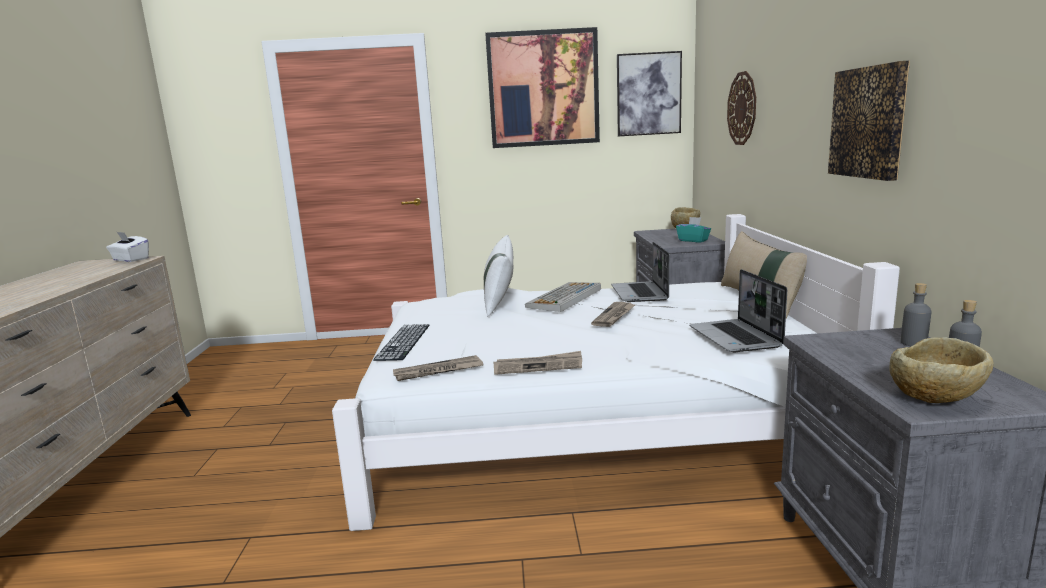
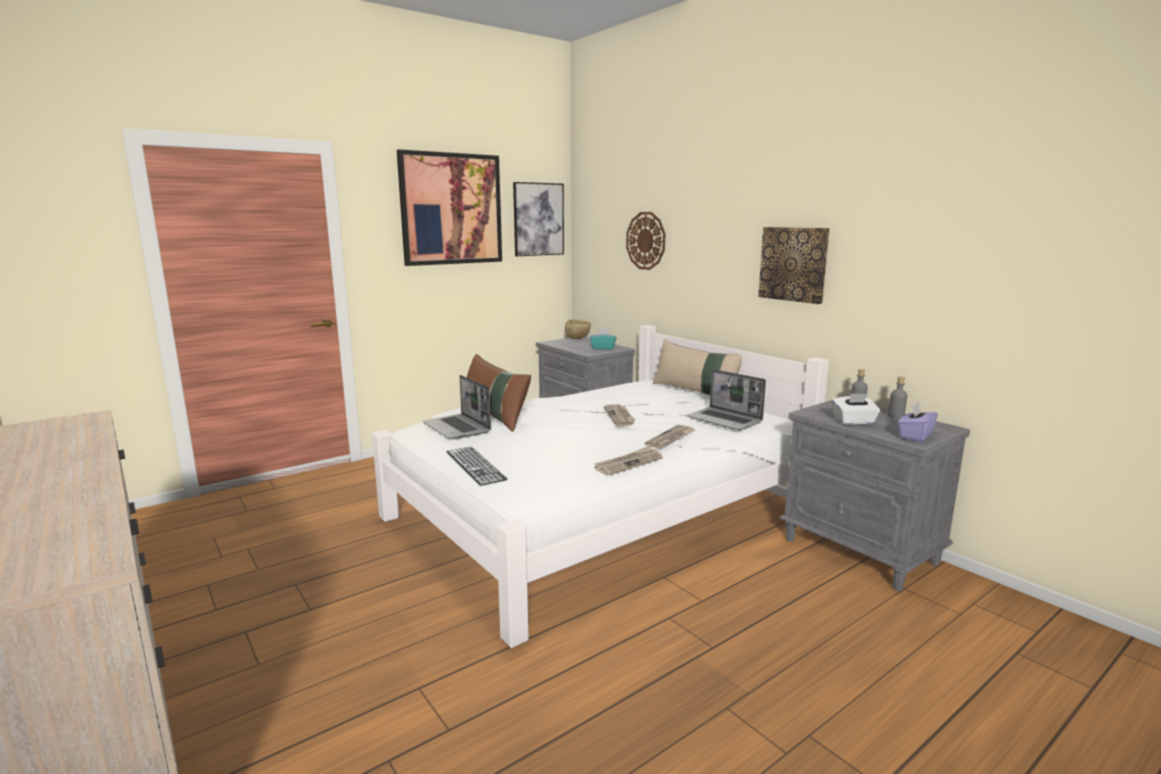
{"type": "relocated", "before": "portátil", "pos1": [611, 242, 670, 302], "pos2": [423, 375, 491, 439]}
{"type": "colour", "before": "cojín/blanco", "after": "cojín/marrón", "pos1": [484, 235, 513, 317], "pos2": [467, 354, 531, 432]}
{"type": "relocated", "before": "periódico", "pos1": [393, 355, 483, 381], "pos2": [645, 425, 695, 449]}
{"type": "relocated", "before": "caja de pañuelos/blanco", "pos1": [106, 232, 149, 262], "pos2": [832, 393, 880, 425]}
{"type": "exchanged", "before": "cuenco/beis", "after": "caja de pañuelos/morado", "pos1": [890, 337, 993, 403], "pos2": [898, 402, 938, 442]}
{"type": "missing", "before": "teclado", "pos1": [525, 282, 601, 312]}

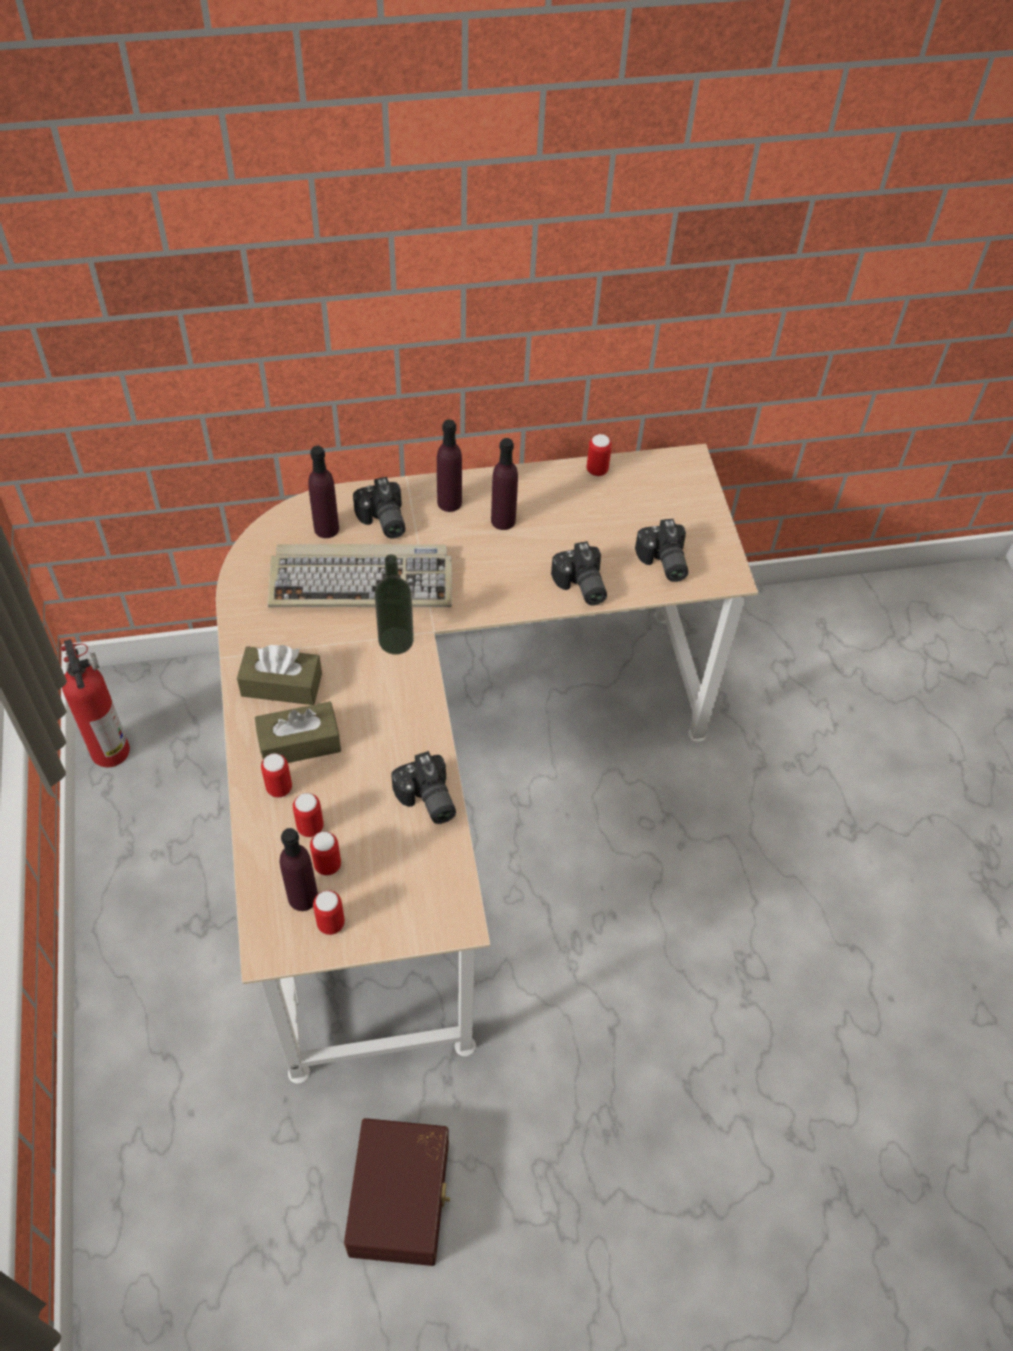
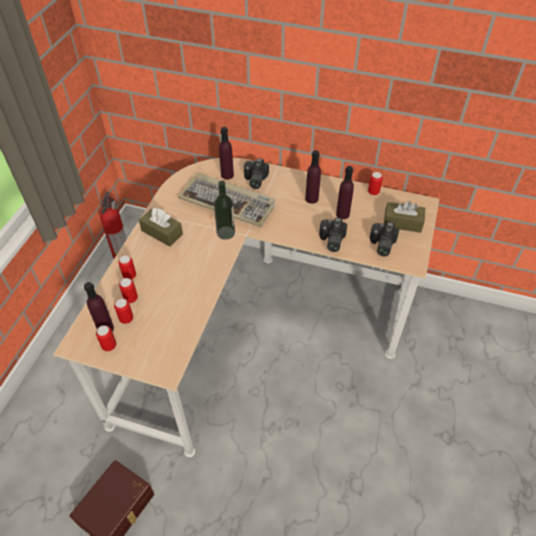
{"type": "relocated", "before": "botella/morado", "pos1": [437, 419, 462, 512], "pos2": [336, 166, 354, 219]}
{"type": "relocated", "before": "caja de pañuelos/marrón", "pos1": [255, 702, 341, 763], "pos2": [384, 201, 425, 233]}
{"type": "missing", "before": "cámara", "pos1": [392, 751, 456, 824]}

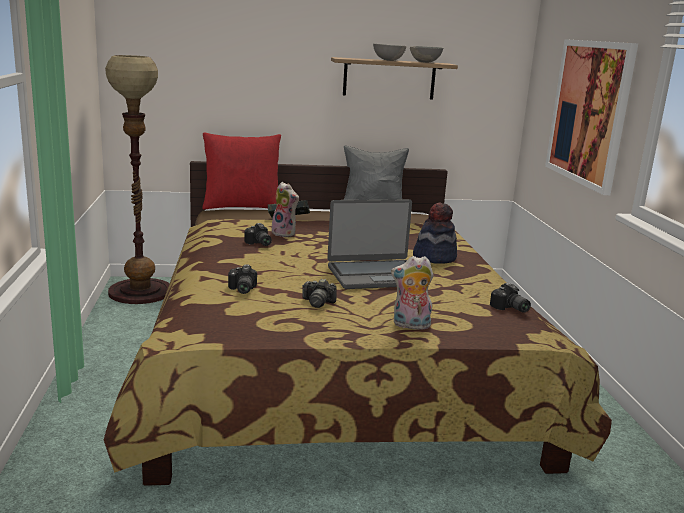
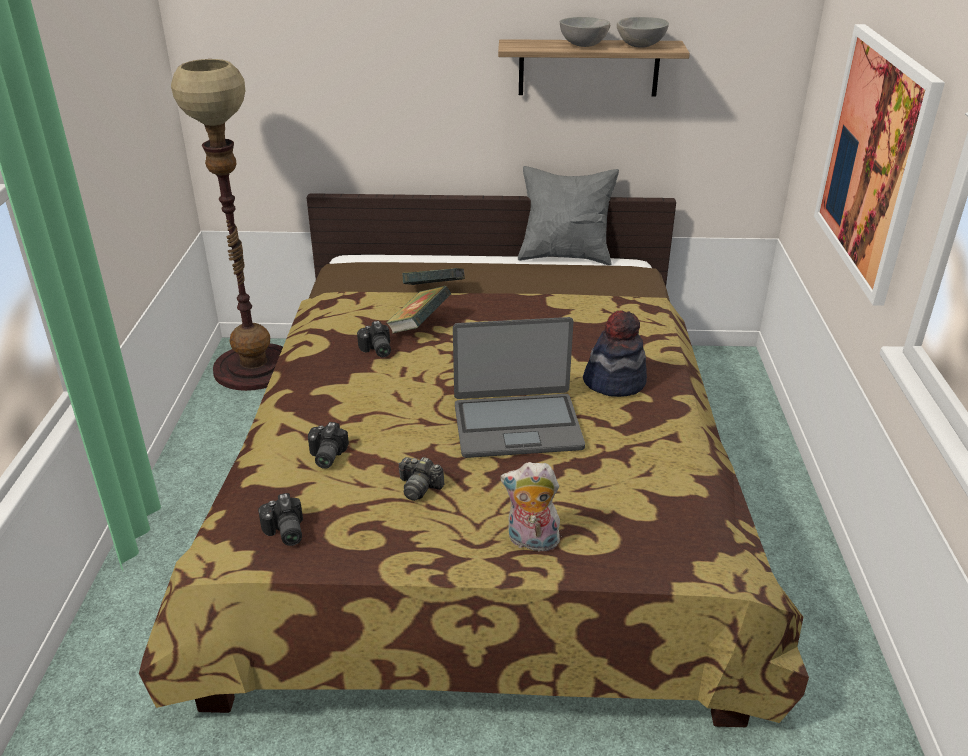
{"type": "relocated", "before": "cámara", "pos1": [490, 283, 531, 313], "pos2": [258, 493, 303, 546]}
{"type": "exchanged", "before": "peluche", "after": "libro", "pos1": [272, 182, 299, 237], "pos2": [385, 286, 451, 334]}
{"type": "missing", "before": "cojín/rojo", "pos1": [202, 133, 281, 209]}

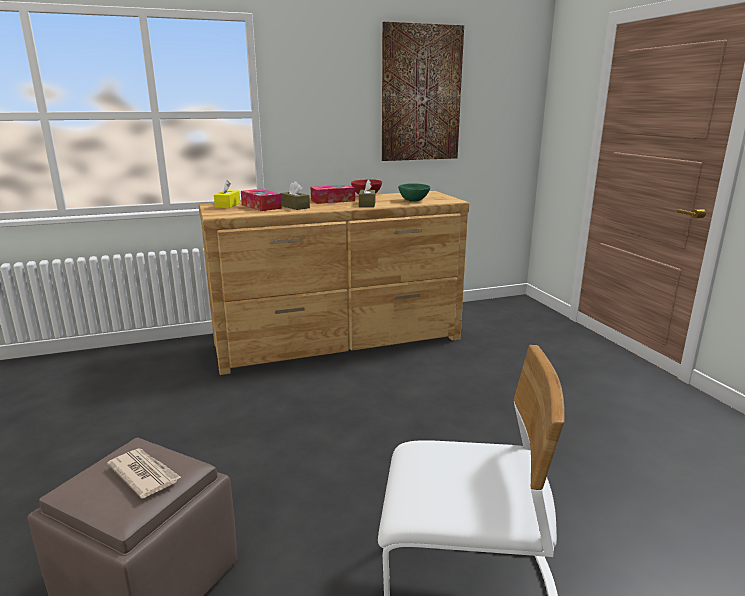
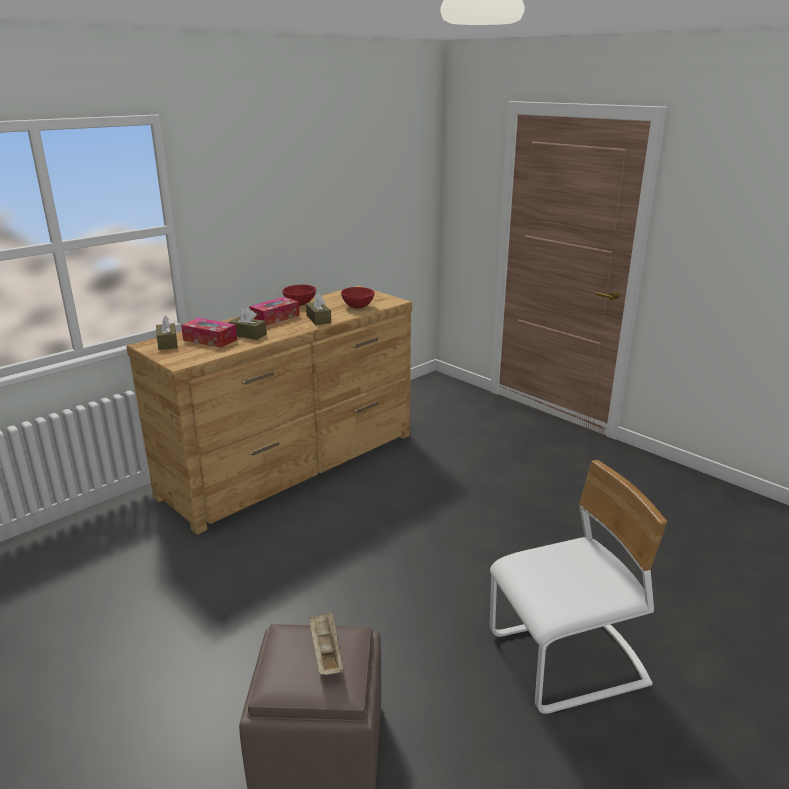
{"type": "colour", "before": "caja de pañuelos/amarillo", "after": "caja de pañuelos/marrón", "pos1": [214, 180, 240, 208], "pos2": [156, 315, 178, 350]}
{"type": "exchanged", "before": "periódico", "after": "bandeja/beis", "pos1": [107, 448, 181, 499], "pos2": [309, 612, 343, 675]}
{"type": "colour", "before": "cuenco/verde", "after": "cuenco/rojo", "pos1": [398, 183, 430, 202], "pos2": [341, 287, 375, 308]}
{"type": "missing", "before": "cuadro", "pos1": [382, 22, 464, 161]}

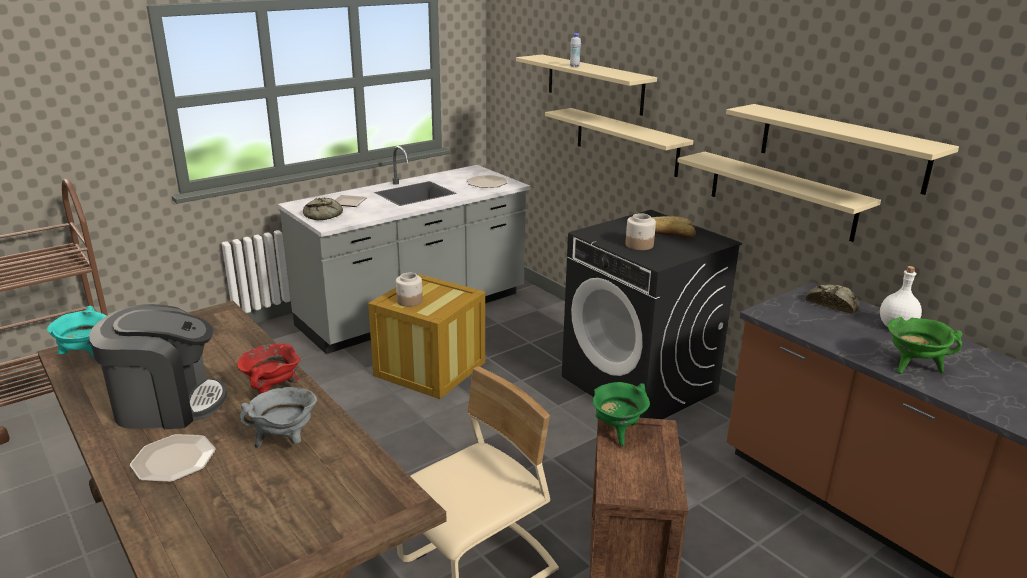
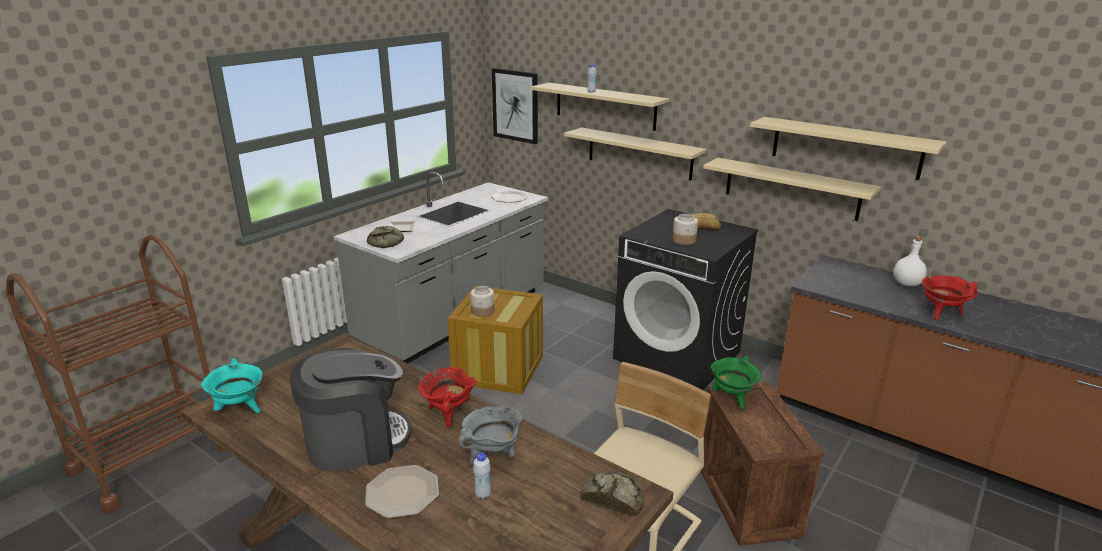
{"type": "appeared", "after": "botella/blanco", "pos2": [473, 452, 491, 500]}
{"type": "appeared", "after": "cuadro", "pos2": [492, 68, 538, 144]}
{"type": "relocated", "before": "pan", "pos1": [806, 285, 859, 314], "pos2": [580, 471, 644, 517]}
{"type": "colour", "before": "olla/verde", "after": "olla/rojo", "pos1": [888, 317, 962, 374], "pos2": [922, 276, 978, 320]}

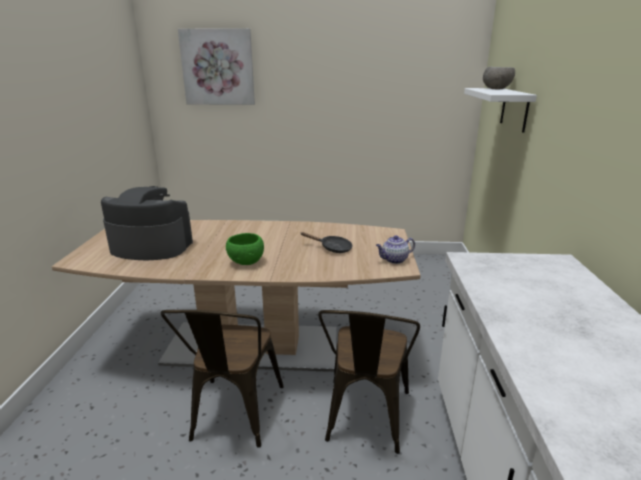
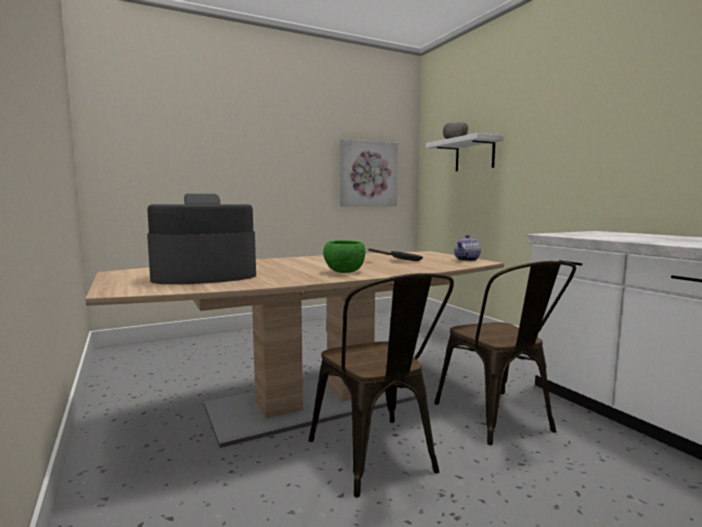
{"type": "relocated", "before": "cuadro", "pos1": [178, 28, 255, 105], "pos2": [340, 139, 398, 206]}

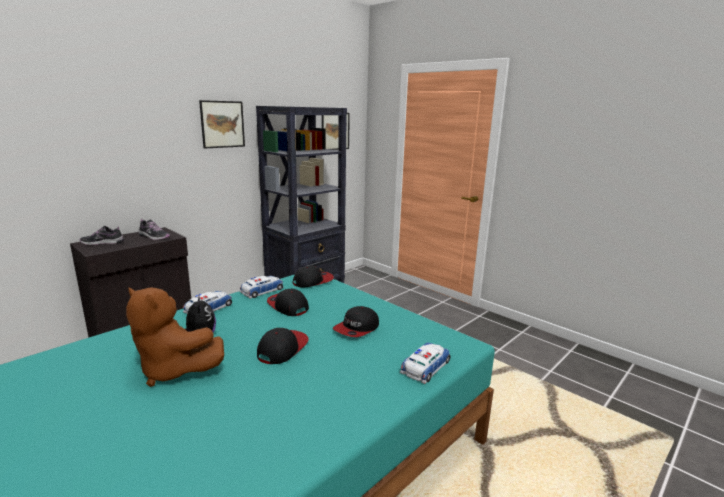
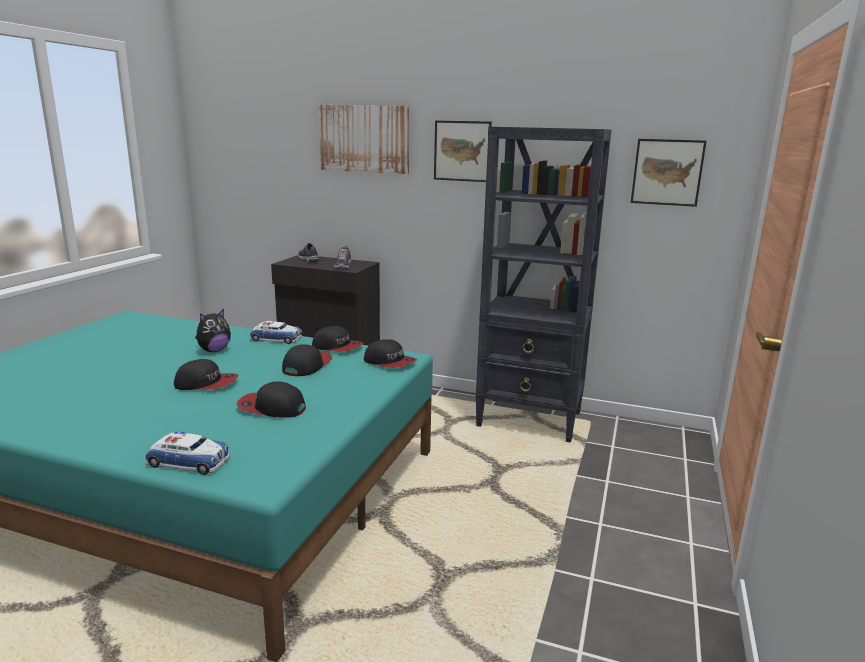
{"type": "exchanged", "before": "coche de juguete", "after": "gorra", "pos1": [240, 276, 283, 299], "pos2": [312, 326, 363, 352]}
{"type": "appeared", "after": "cuadro", "pos2": [319, 105, 410, 174]}
{"type": "missing", "before": "peluche/marrón", "pos1": [126, 287, 224, 387]}

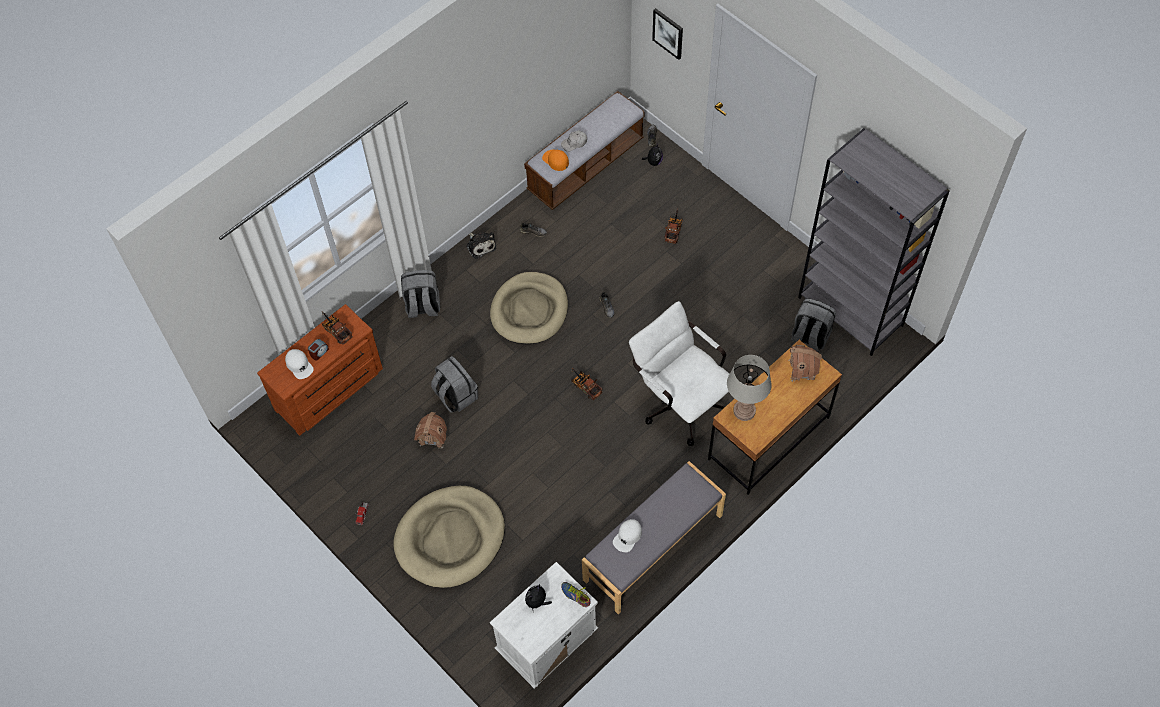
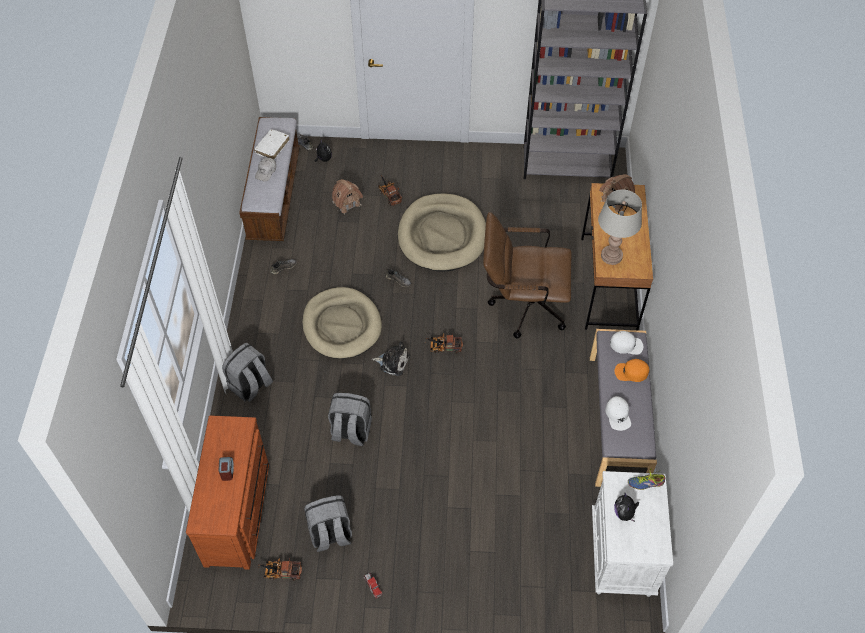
{"type": "appeared", "after": "libro/blanco", "pos2": [254, 129, 289, 160]}
{"type": "relocated", "before": "camión de juguete", "pos1": [322, 312, 353, 345], "pos2": [258, 558, 302, 581]}
{"type": "relocated", "before": "mochila/gris", "pos1": [791, 299, 836, 352], "pos2": [304, 496, 352, 552]}
{"type": "relocated", "before": "casita", "pos1": [414, 412, 447, 449], "pos2": [332, 179, 363, 214]}
{"type": "relocated", "before": "peluche", "pos1": [466, 232, 496, 259], "pos2": [372, 341, 410, 376]}
{"type": "relocated", "before": "cama para perro/beis", "pos1": [393, 486, 505, 588], "pos2": [398, 193, 486, 272]}
{"type": "colour", "before": "silla de oficina/blanco", "after": "silla de oficina/marrón", "pos1": [629, 301, 729, 446], "pos2": [483, 212, 572, 339]}
{"type": "relocated", "before": "gorra/blanco", "pos1": [285, 349, 314, 379], "pos2": [610, 331, 643, 355]}
{"type": "relocated", "before": "gorra/naranja", "pos1": [542, 149, 569, 171], "pos2": [614, 359, 649, 382]}
{"type": "missing", "before": "cuadro", "pos1": [652, 8, 683, 60]}

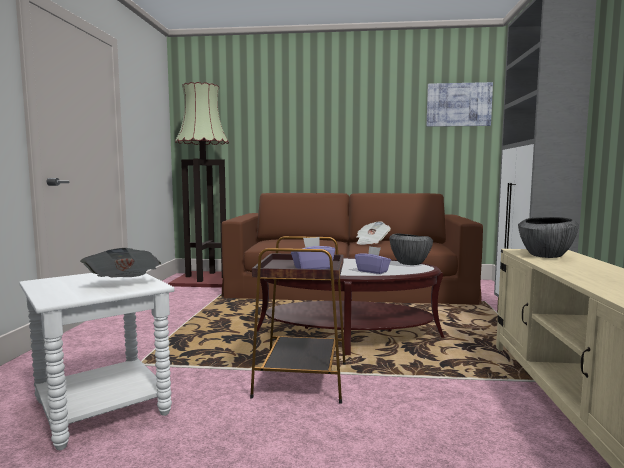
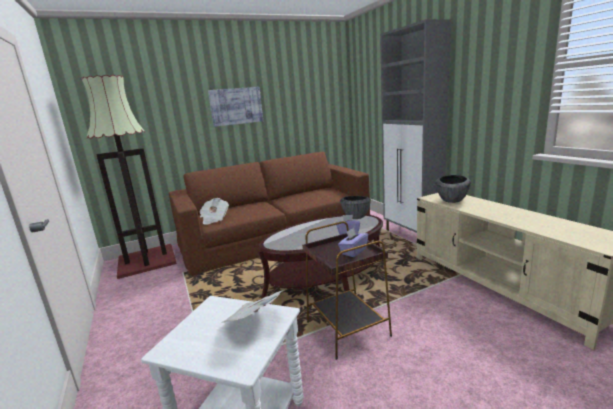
{"type": "relocated", "before": "periódico", "pos1": [356, 221, 391, 245], "pos2": [199, 198, 229, 225]}
{"type": "relocated", "before": "cuadro", "pos1": [427, 82, 493, 127], "pos2": [208, 87, 263, 127]}

